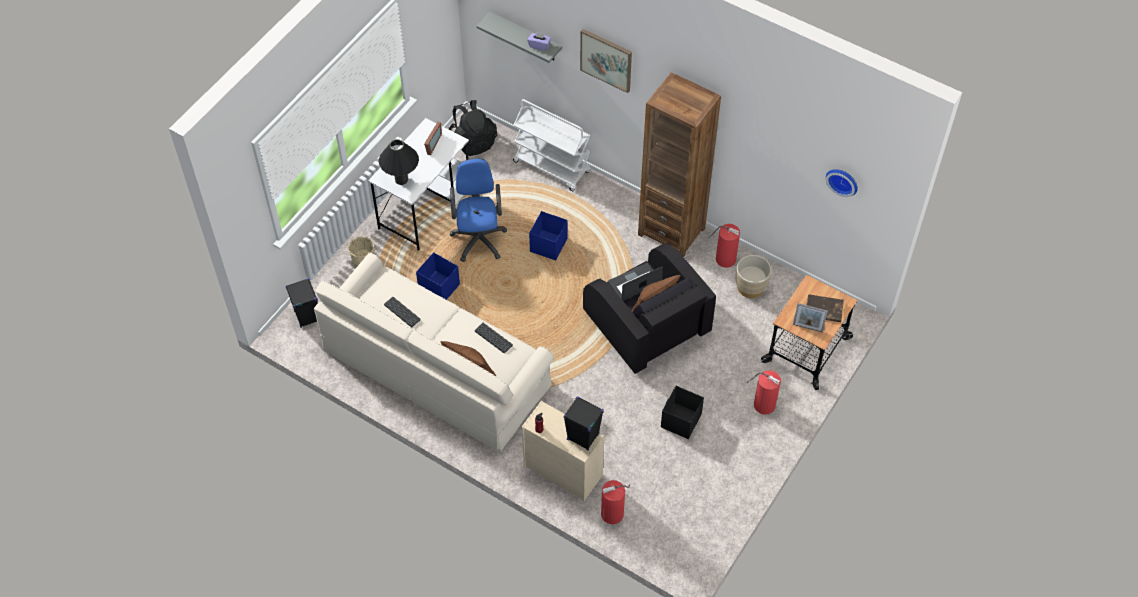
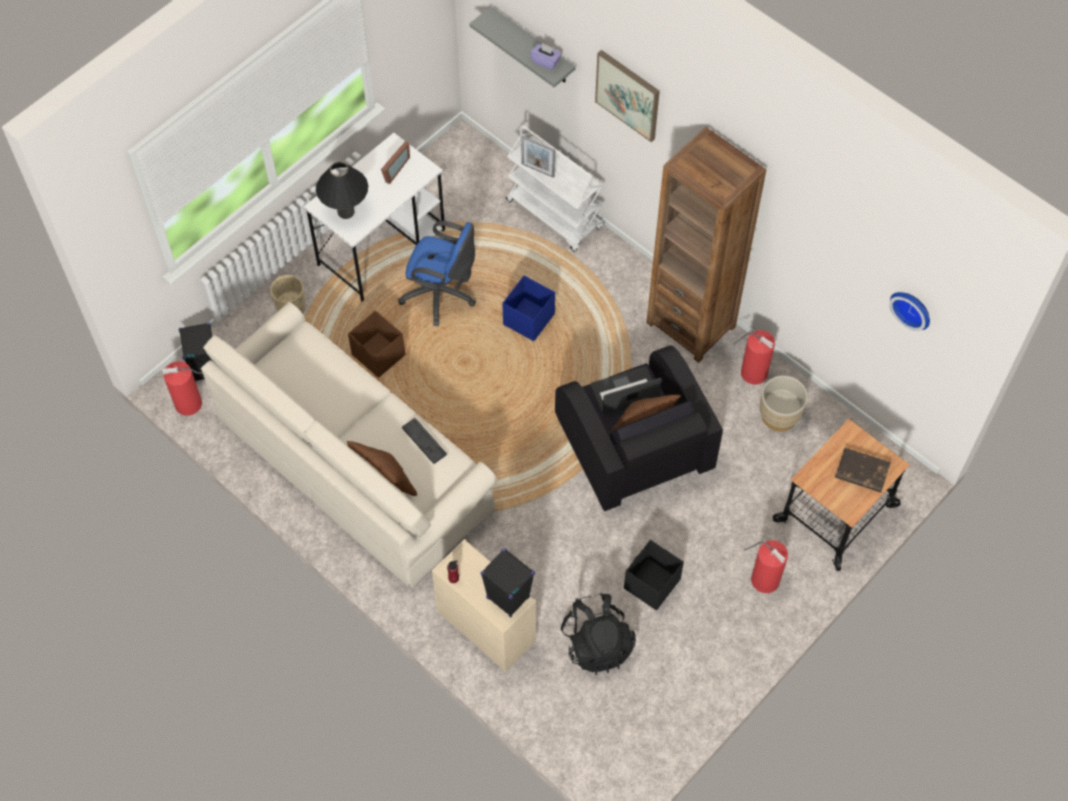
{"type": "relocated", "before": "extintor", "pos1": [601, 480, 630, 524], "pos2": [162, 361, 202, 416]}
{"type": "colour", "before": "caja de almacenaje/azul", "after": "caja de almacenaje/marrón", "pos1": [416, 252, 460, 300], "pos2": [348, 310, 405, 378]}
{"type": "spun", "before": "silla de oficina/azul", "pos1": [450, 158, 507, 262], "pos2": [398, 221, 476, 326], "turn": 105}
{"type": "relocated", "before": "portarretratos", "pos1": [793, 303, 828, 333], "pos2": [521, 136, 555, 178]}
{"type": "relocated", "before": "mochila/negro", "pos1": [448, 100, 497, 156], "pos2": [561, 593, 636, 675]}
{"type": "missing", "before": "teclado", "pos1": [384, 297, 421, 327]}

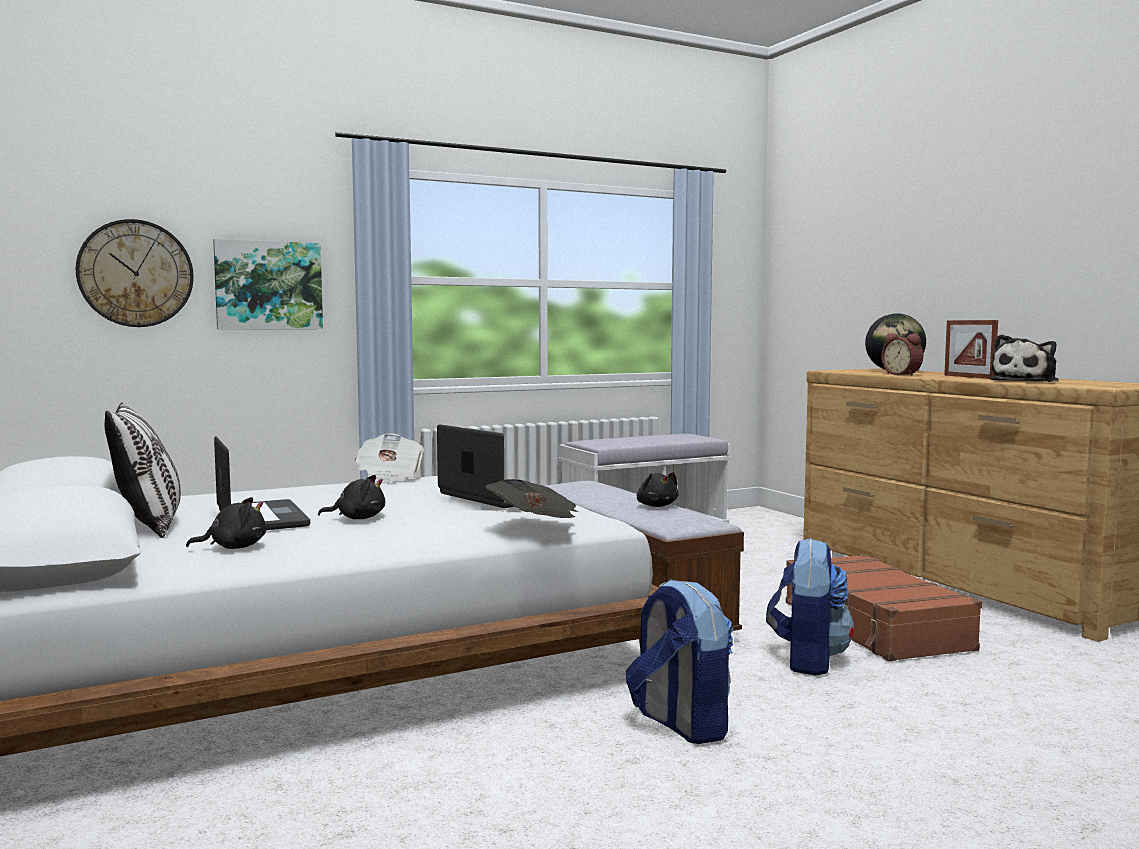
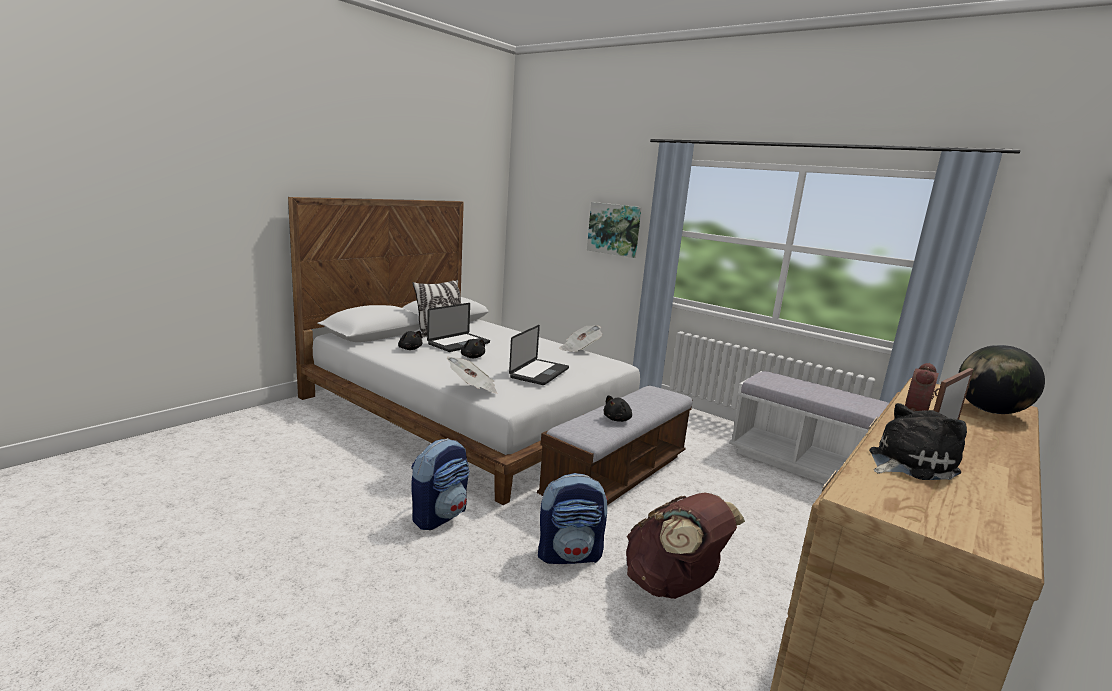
{"type": "exchanged", "before": "maleta/marrón", "after": "mochila/marrón", "pos1": [786, 554, 982, 661], "pos2": [626, 493, 745, 599]}
{"type": "spun", "before": "peluche", "pos1": [990, 335, 1059, 382], "pos2": [869, 403, 967, 480], "turn": 135}
{"type": "missing", "before": "reloj de pared", "pos1": [76, 219, 194, 327]}

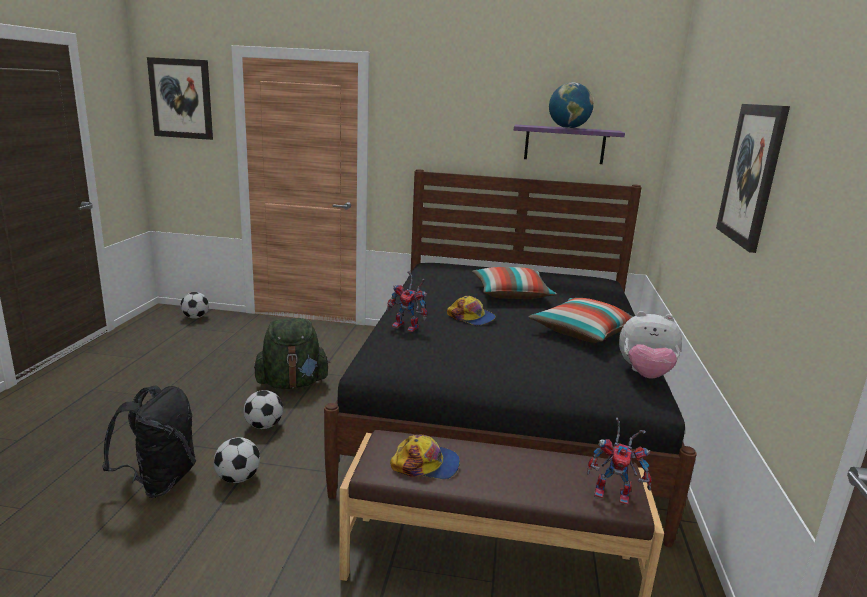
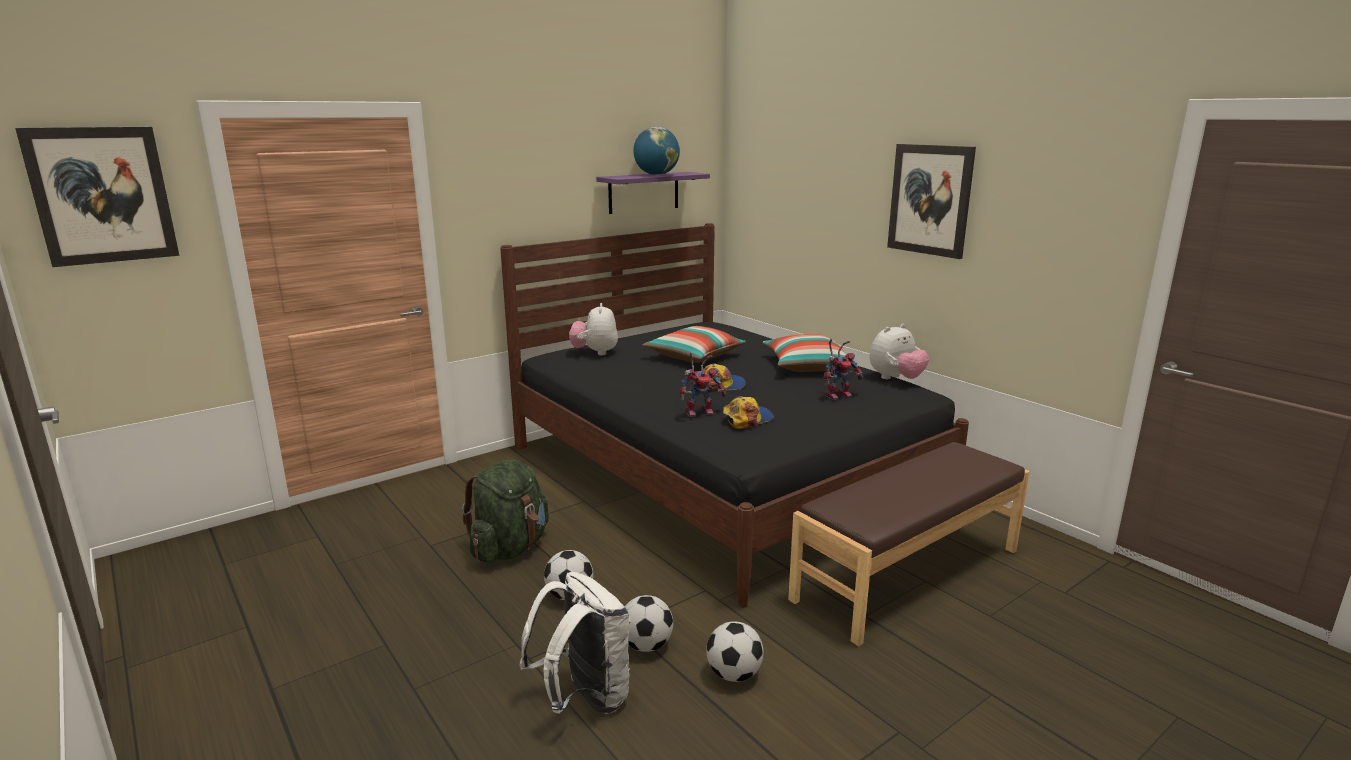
{"type": "colour", "before": "mochila/negro", "after": "mochila/blanco", "pos1": [102, 386, 196, 498], "pos2": [520, 572, 630, 714]}
{"type": "appeared", "after": "peluche", "pos2": [569, 303, 618, 355]}
{"type": "relocated", "before": "balón de fútbol", "pos1": [180, 292, 209, 319], "pos2": [706, 621, 764, 682]}
{"type": "relocated", "before": "gorra", "pos1": [390, 435, 460, 479], "pos2": [723, 396, 774, 429]}
{"type": "relocated", "before": "robot de juguete", "pos1": [587, 417, 652, 505], "pos2": [824, 339, 863, 400]}

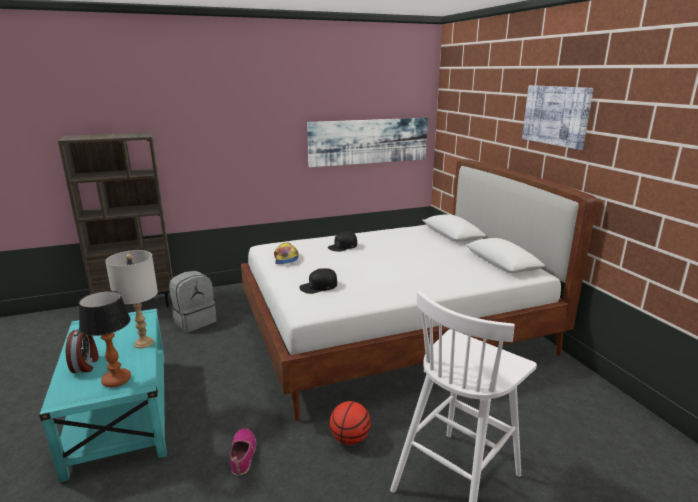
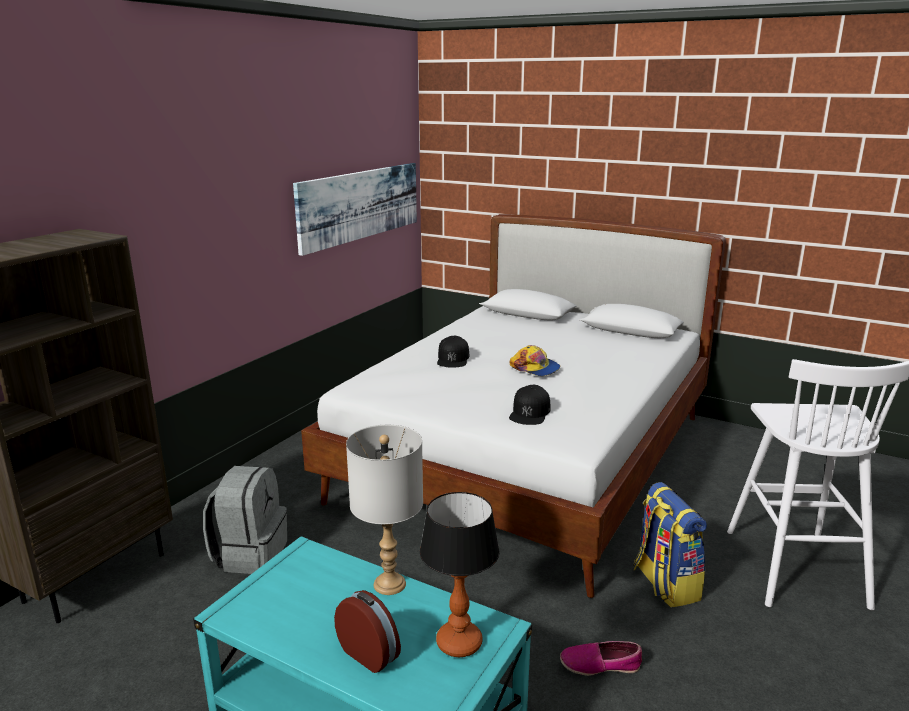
{"type": "relocated", "before": "gorra", "pos1": [274, 242, 299, 264], "pos2": [509, 345, 560, 376]}
{"type": "spun", "before": "zapato", "pos1": [230, 428, 256, 476], "pos2": [560, 641, 642, 676], "turn": -45}
{"type": "exchanged", "before": "balón de baloncesto", "after": "mochila", "pos1": [330, 401, 371, 445], "pos2": [633, 482, 707, 607]}
{"type": "missing", "before": "cuadro", "pos1": [522, 85, 594, 150]}

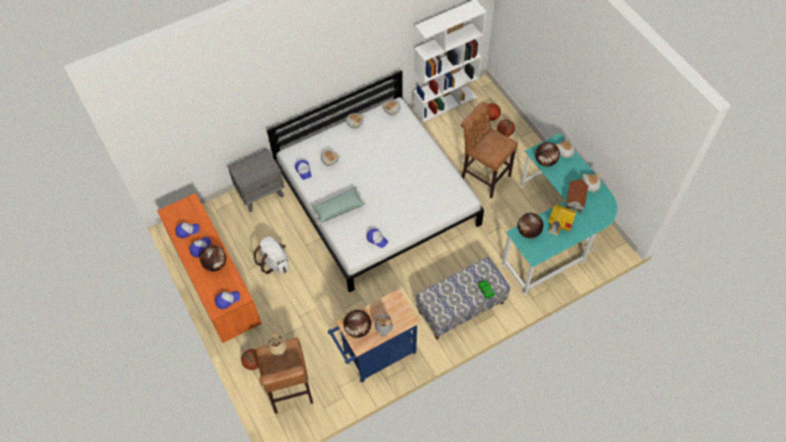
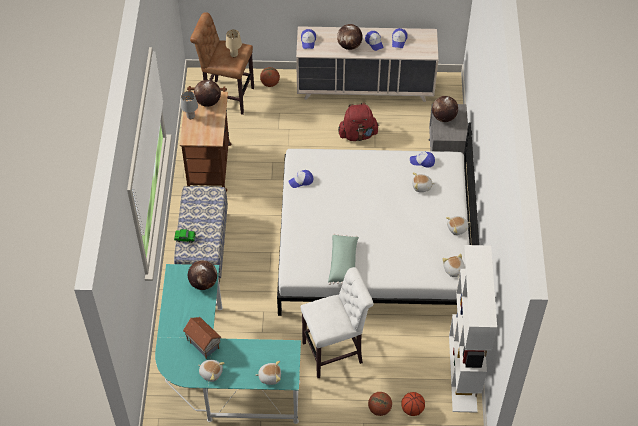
{"type": "colour", "before": "carrito/azul", "after": "carrito/marrón", "pos1": [328, 289, 421, 383], "pos2": [180, 86, 231, 192]}
{"type": "colour", "before": "cómoda/naranja", "after": "cómoda/beis", "pos1": [157, 193, 262, 343], "pos2": [296, 26, 439, 102]}
{"type": "colour", "before": "taburete/marrón", "after": "taburete/blanco", "pos1": [461, 102, 518, 199], "pos2": [301, 267, 373, 378]}
{"type": "relocated", "before": "cojín/verde", "pos1": [311, 187, 366, 224], "pos2": [328, 233, 359, 285]}
{"type": "colour", "before": "mochila/blanco", "after": "mochila/rojo", "pos1": [253, 237, 289, 274], "pos2": [338, 102, 379, 141]}
{"type": "relocated", "before": "globo terráqueo", "pos1": [535, 142, 560, 166], "pos2": [432, 96, 458, 122]}
{"type": "missing", "before": "casita", "pos1": [548, 205, 576, 236]}

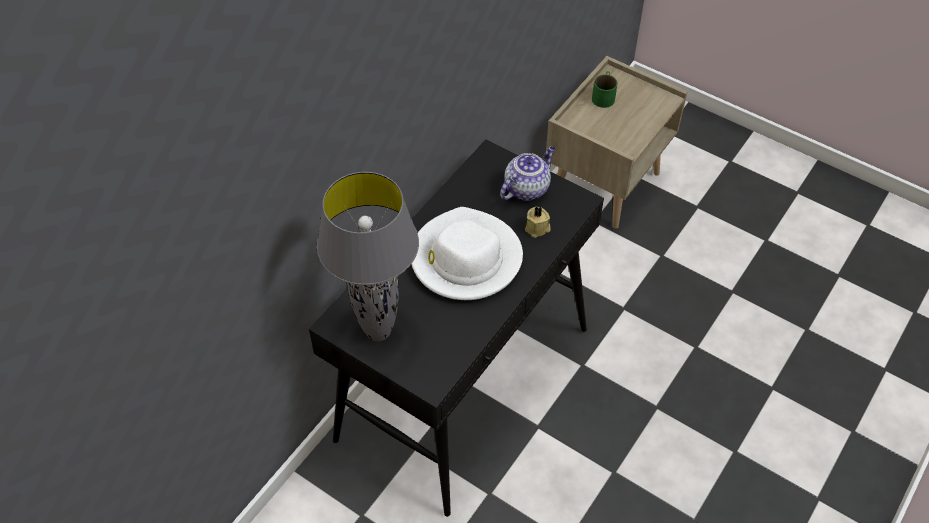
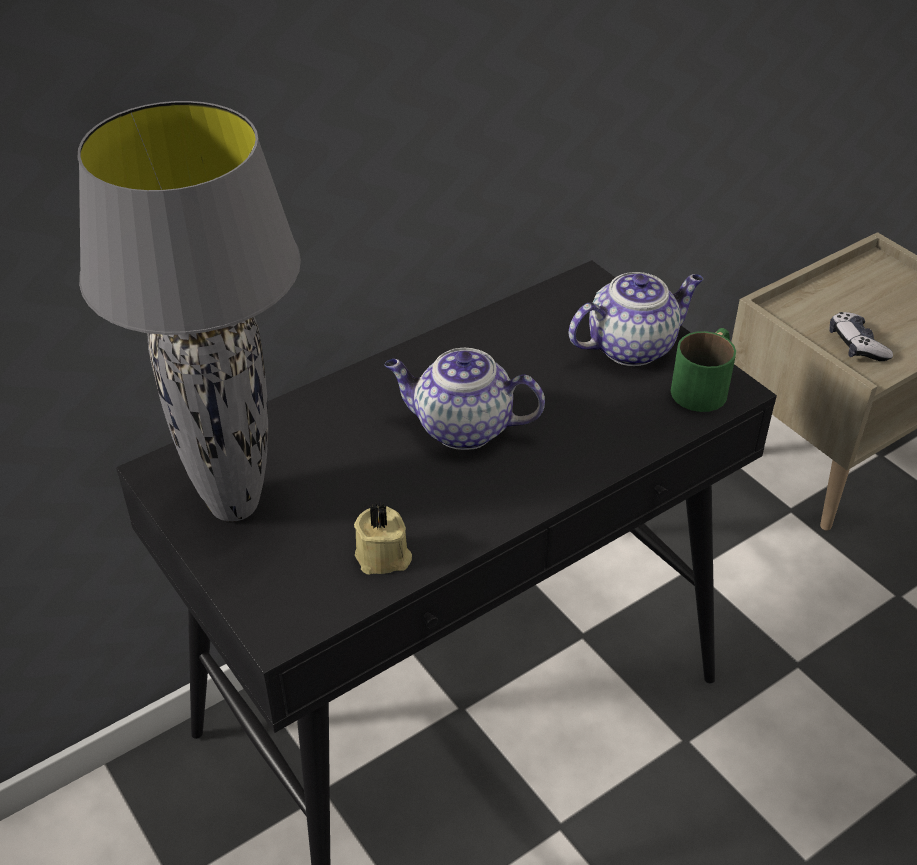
{"type": "relocated", "before": "vela/beis", "pos1": [525, 206, 550, 238], "pos2": [354, 504, 412, 575]}
{"type": "exchanged", "before": "sombrero/blanco", "after": "tetera", "pos1": [411, 207, 523, 300], "pos2": [385, 348, 545, 450]}
{"type": "relocated", "before": "taza grande/verde", "pos1": [592, 71, 618, 108], "pos2": [671, 328, 736, 412]}
{"type": "appeared", "after": "mando de consola", "pos2": [829, 312, 893, 361]}

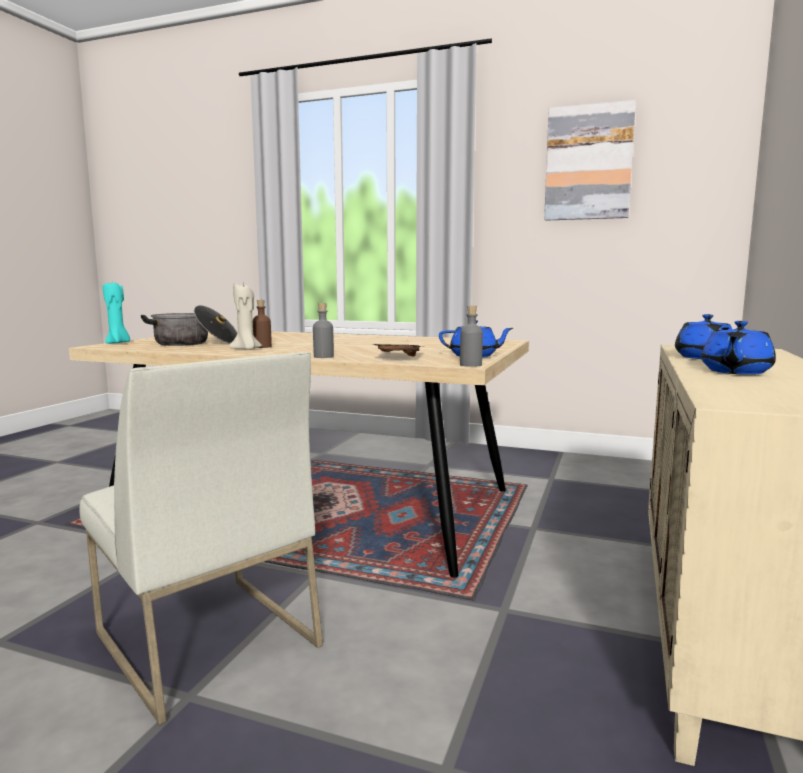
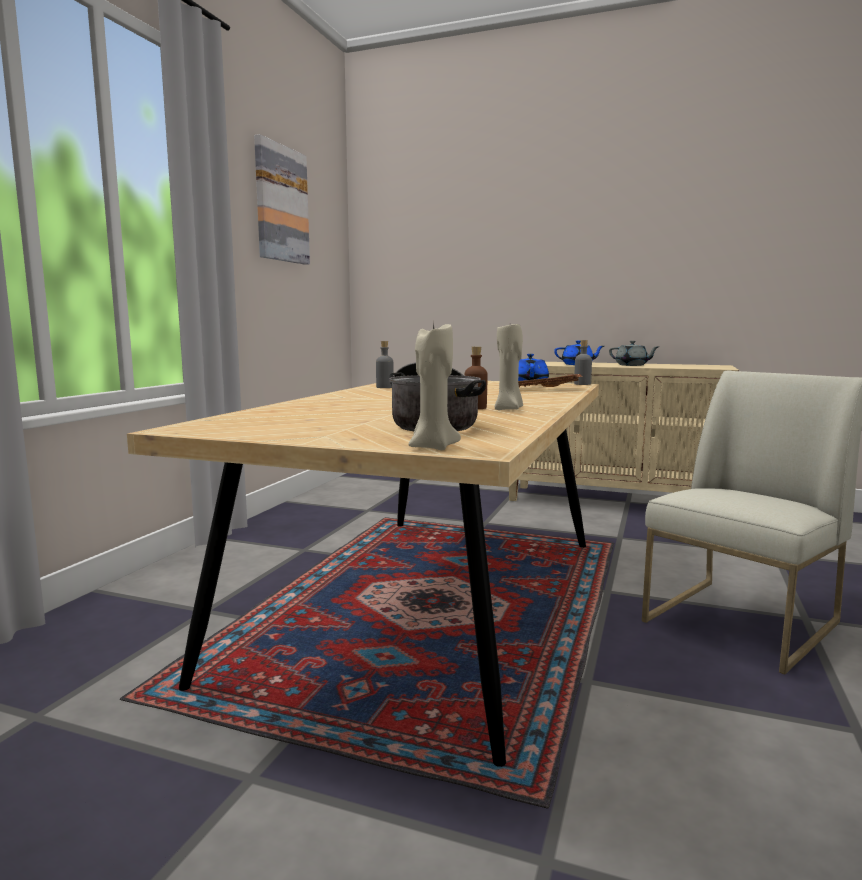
{"type": "relocated", "before": "botella/gris", "pos1": [313, 303, 334, 358], "pos2": [376, 341, 394, 388]}
{"type": "colour", "before": "vela/turquesa", "after": "vela/beis", "pos1": [103, 282, 130, 344], "pos2": [408, 321, 461, 450]}
{"type": "colour", "before": "tetera/azul", "after": "tetera/gris", "pos1": [701, 321, 776, 375], "pos2": [609, 341, 658, 366]}

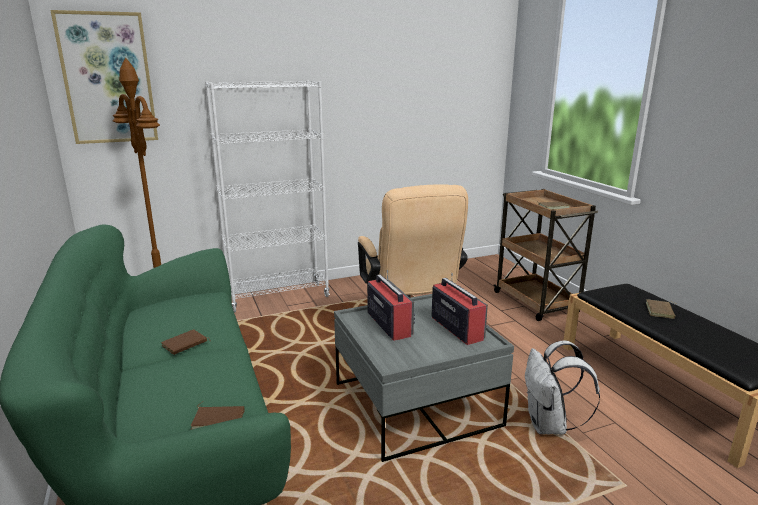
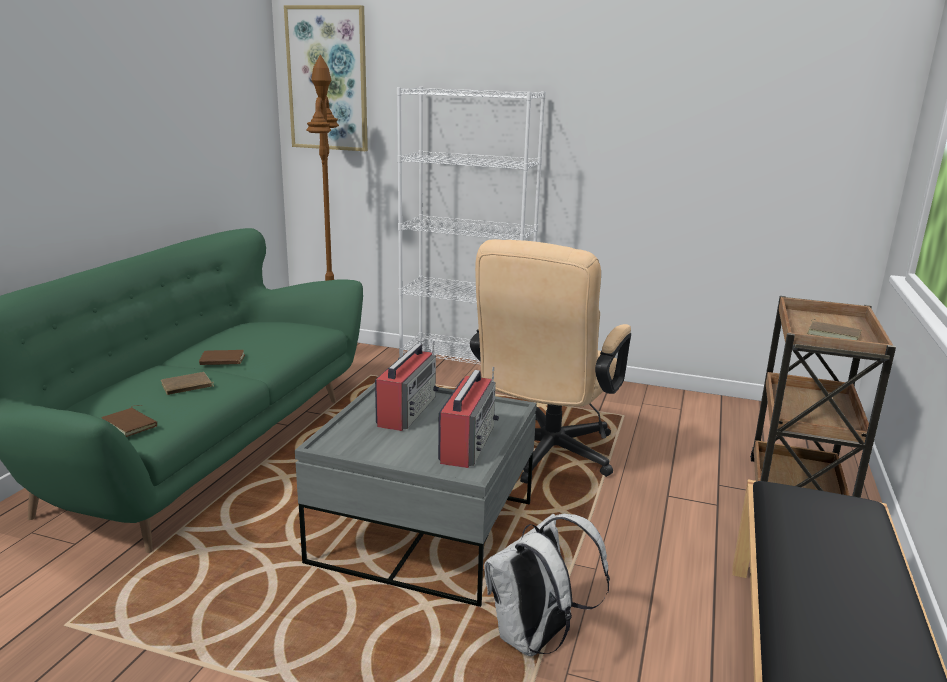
{"type": "relocated", "before": "libro/marrón", "pos1": [646, 299, 675, 319], "pos2": [161, 372, 214, 395]}

